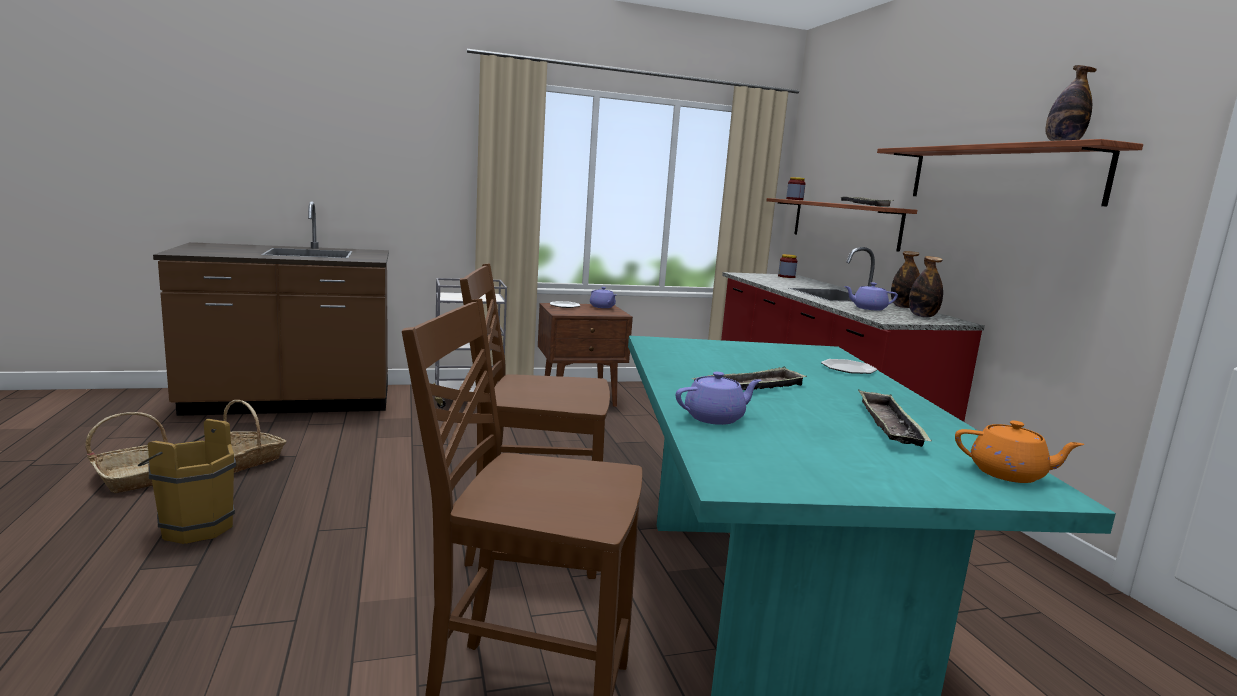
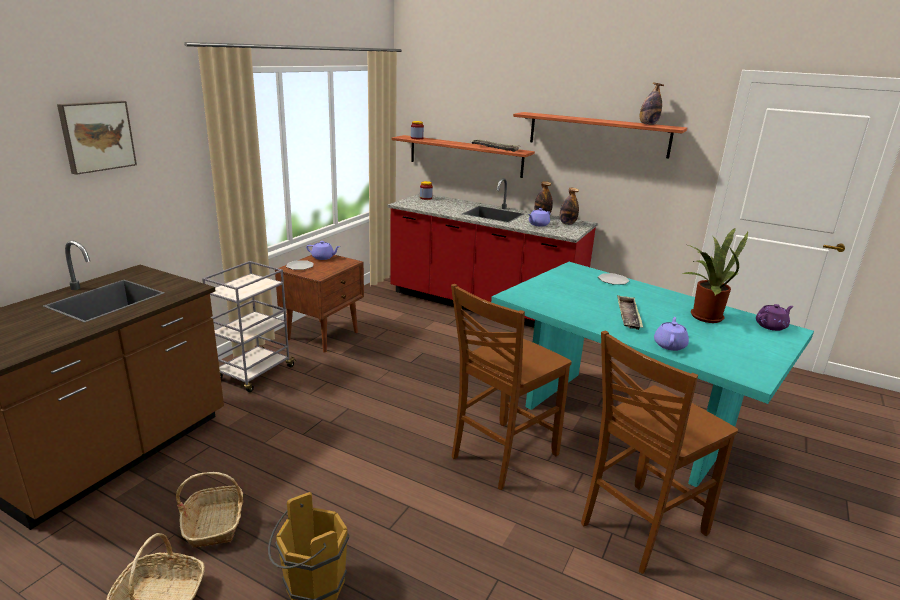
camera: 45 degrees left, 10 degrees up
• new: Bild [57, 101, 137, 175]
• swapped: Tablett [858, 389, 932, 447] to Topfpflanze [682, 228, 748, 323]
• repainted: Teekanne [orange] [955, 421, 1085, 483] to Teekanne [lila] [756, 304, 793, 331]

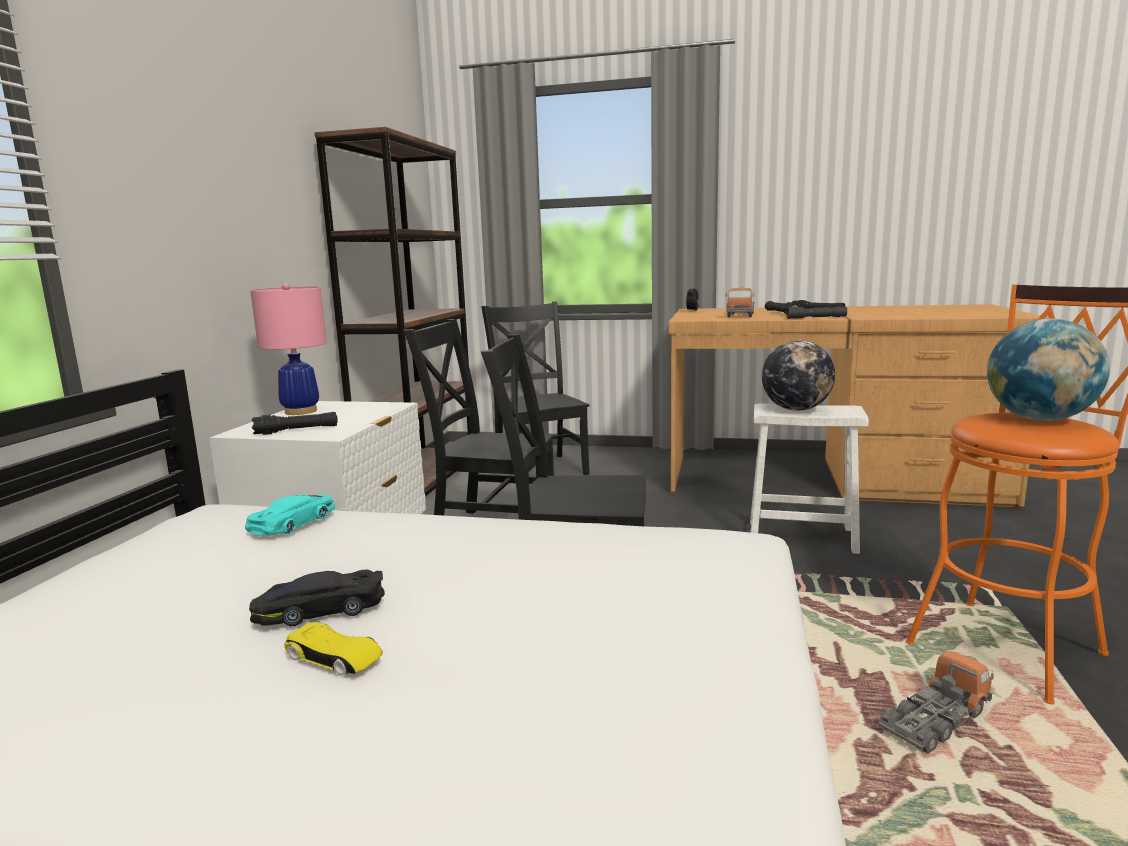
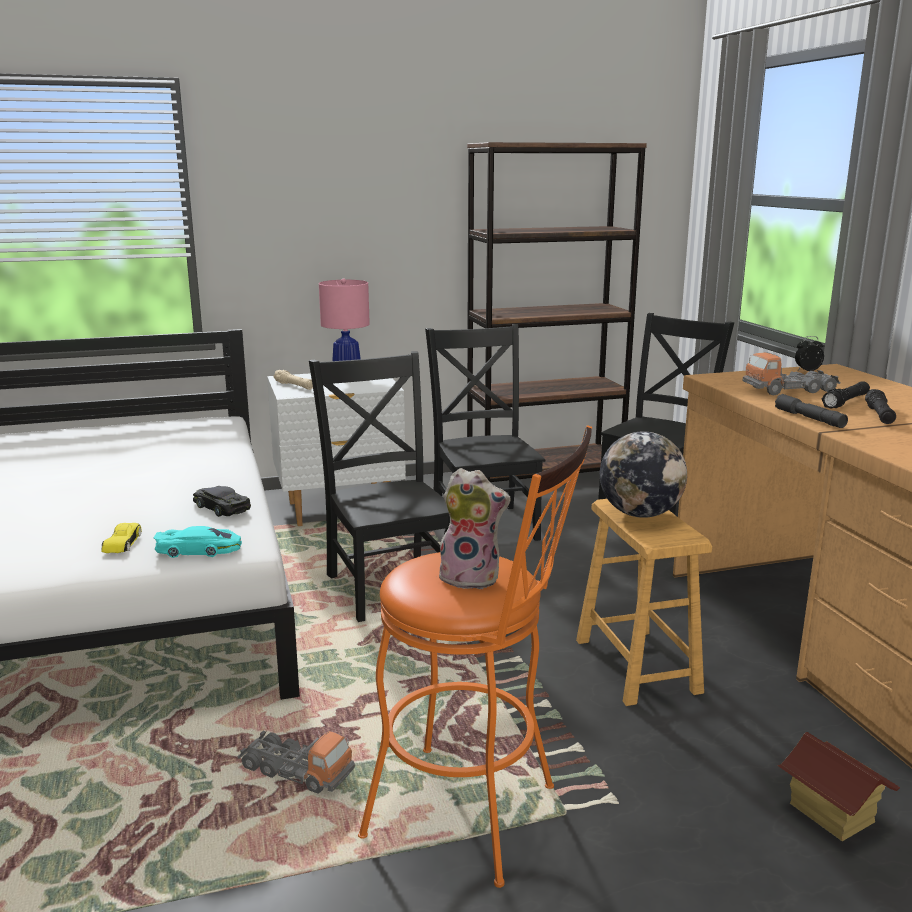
camera: 60 degrees right, 5 degrees up
• shifted: Spielzeugauto [gelb] [284, 622, 383, 675] to [101, 523, 142, 553]
• shifted: Spielzeugauto [türkis] [245, 494, 335, 535] to [153, 526, 242, 558]
• shifted: Spielzeugauto [schwarz] [249, 570, 385, 626] to [193, 486, 251, 517]
• repainted: Taschenlampe [schwarz] [251, 412, 338, 435] to Taschenlampe [beige] [273, 370, 313, 390]
• swapped: Globus [987, 319, 1110, 421] to Plüschtier [439, 468, 511, 589]
• repainted: Hocker [weiß] [750, 403, 869, 554] to Hocker [braun] [576, 499, 712, 706]
• new: Spielzeughaus [778, 732, 900, 841]

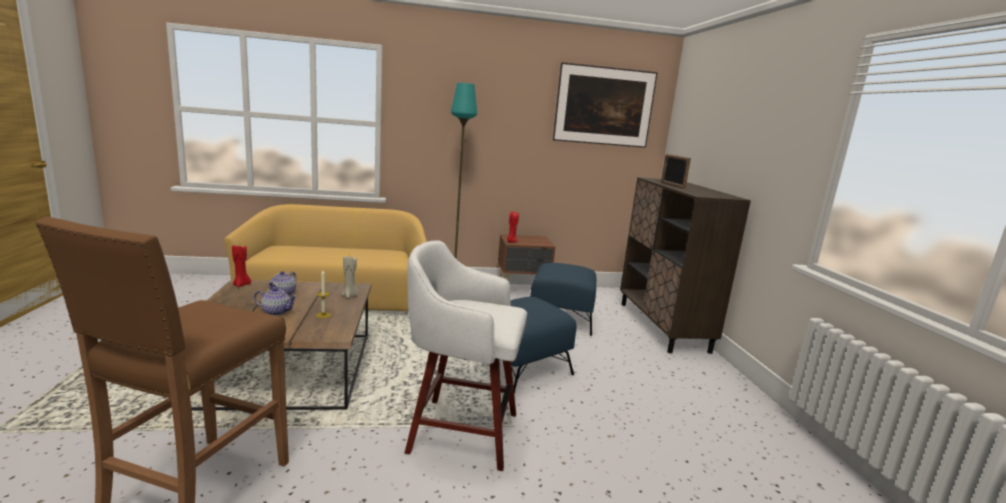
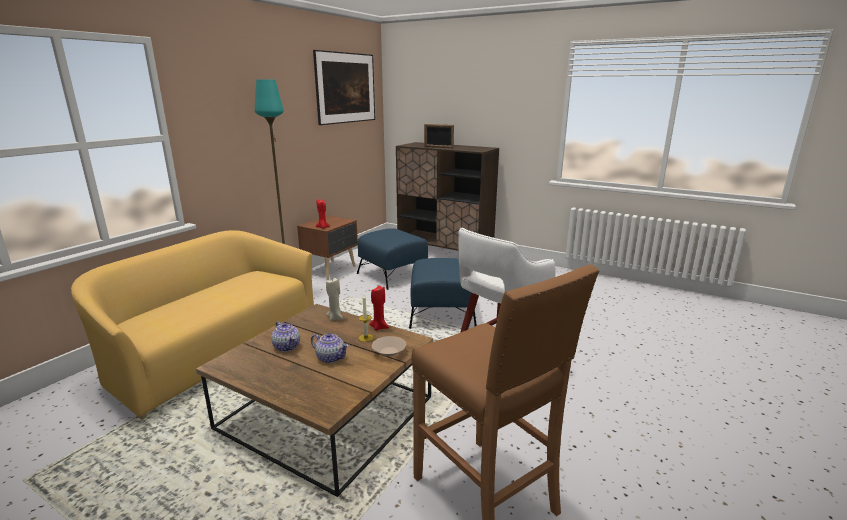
camera: 50 degrees left, 5 degrees up
• rotated: Teekanne [254, 287, 297, 316] = [311, 333, 349, 363] 75 degrees clockwise
• shifted: Kerze [rot] [232, 245, 251, 287] to [369, 286, 389, 331]
• new: Schüssel [beige] [372, 336, 406, 357]

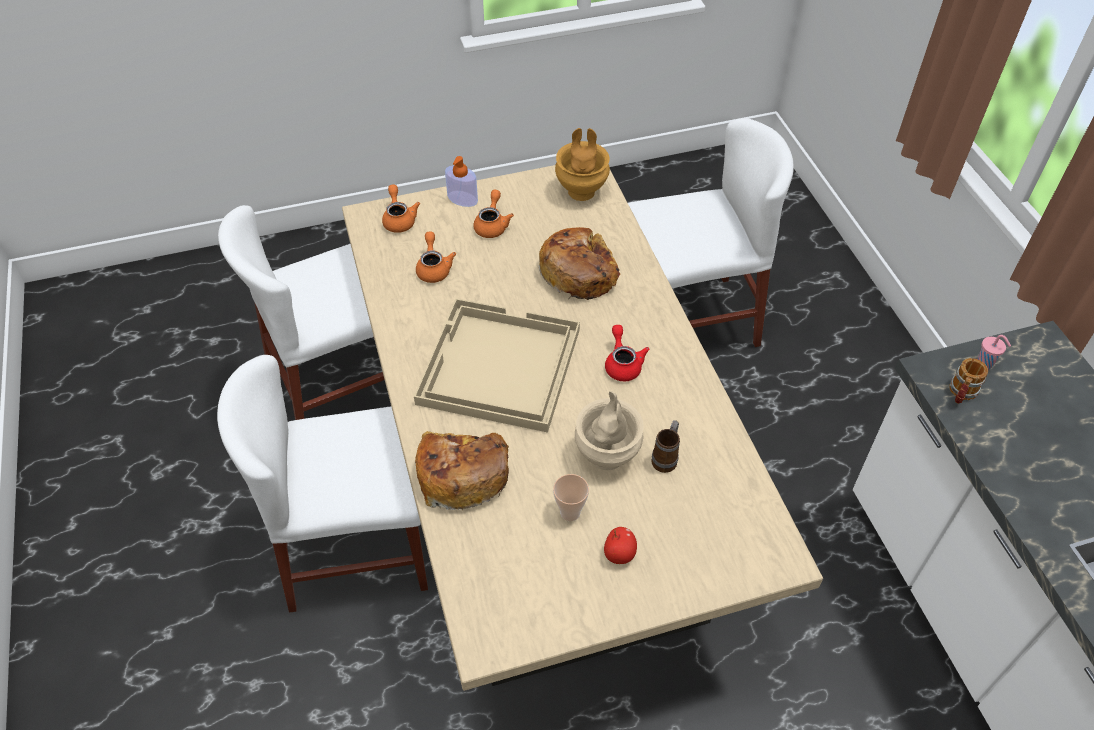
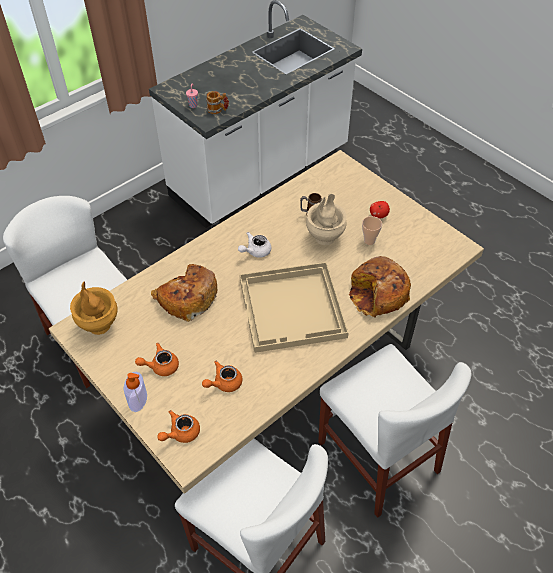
camera: 115 degrees left, 0 degrees up
• repainted: Teekanne [rot] [605, 325, 650, 381] to Teekanne [weiß] [238, 232, 271, 258]

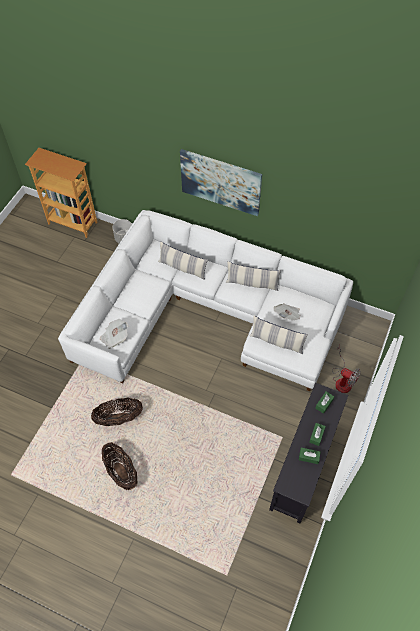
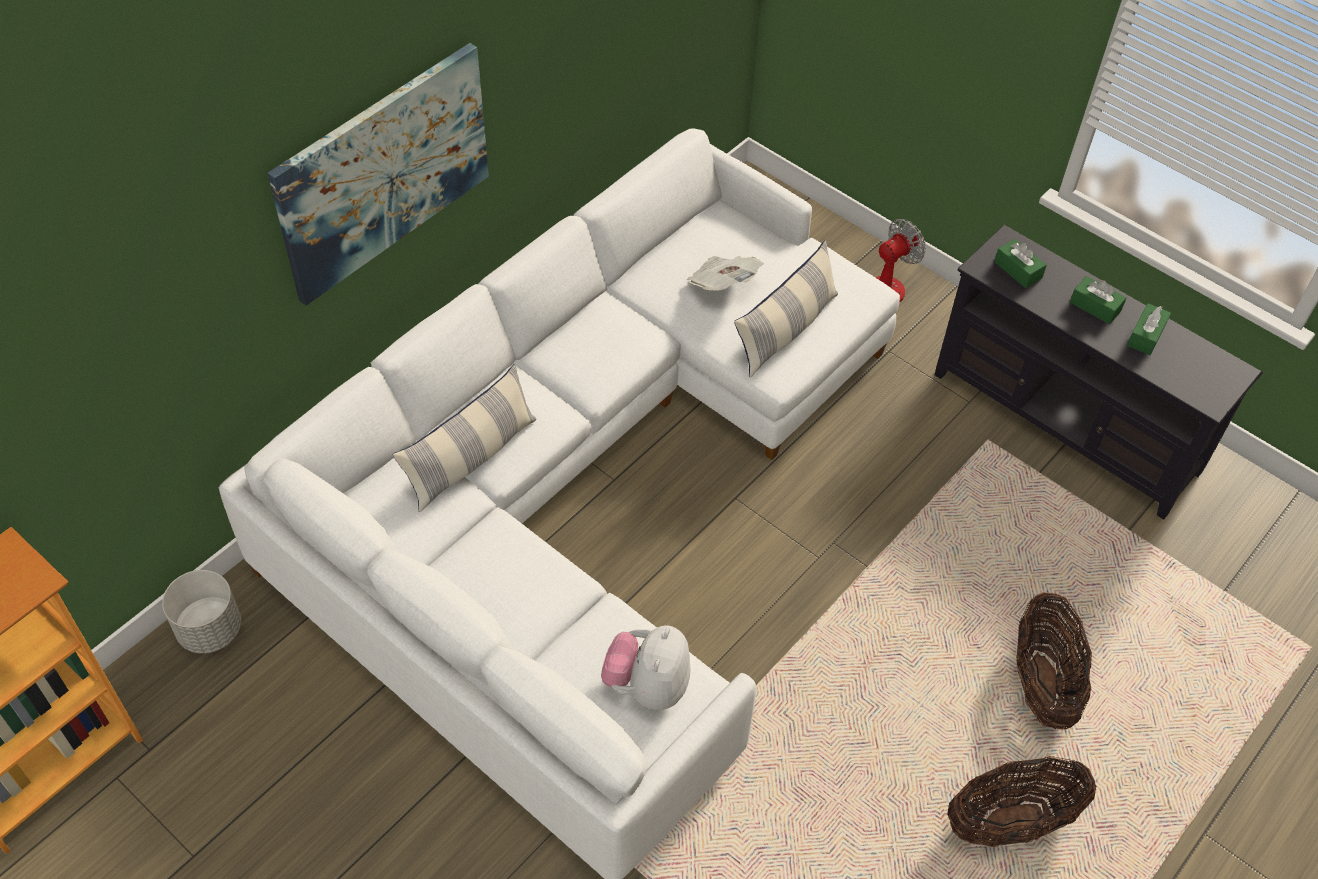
camera: 75 degrees left, 5 degrees down
• swapped: Zeitung [100, 319, 128, 349] to Plüschtier [601, 625, 690, 710]
• shifted: Korb [91, 397, 143, 426] to [1016, 592, 1092, 729]
• gone: Kissen [226, 261, 281, 291]

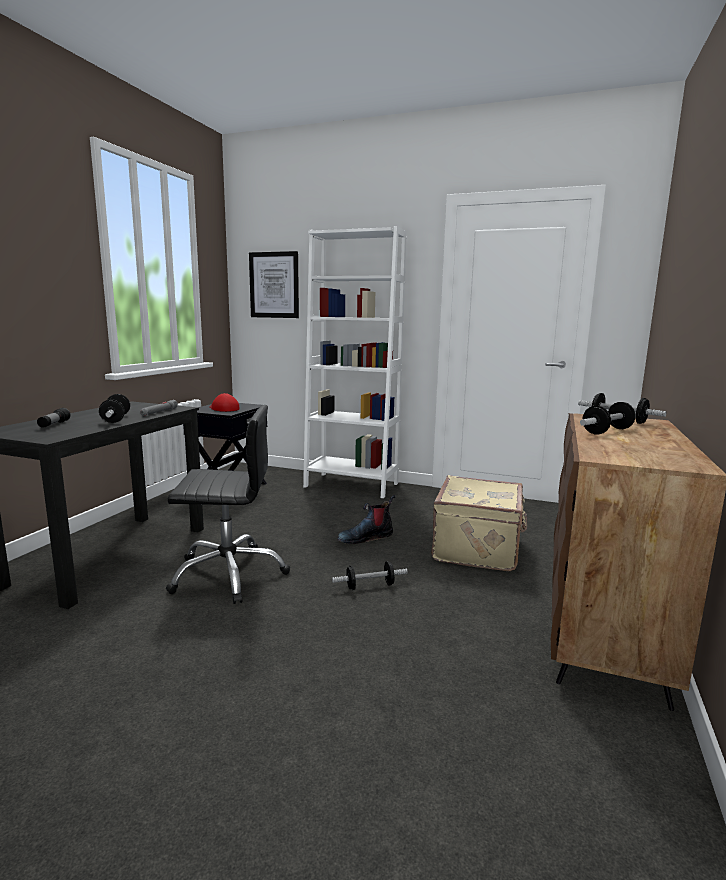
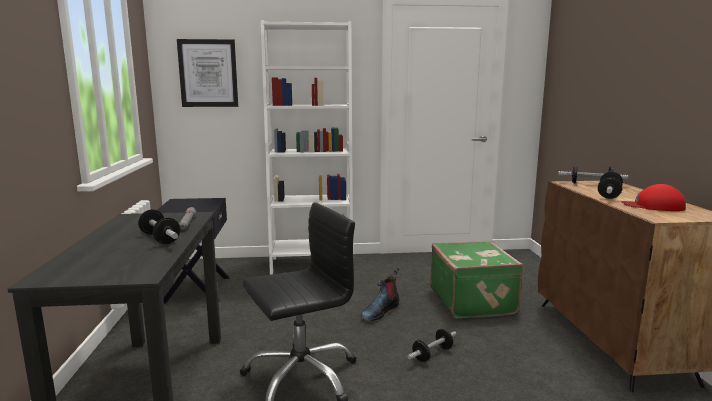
camera: 25 degrees left, 0 degrees up
• repainted: Koffer [beige] [431, 475, 527, 571] to Koffer [grün] [430, 241, 524, 319]
• shifted: Kappe [rot] [209, 393, 239, 412] to [621, 184, 686, 211]
• gone: Taschenlampe [37, 408, 71, 428]

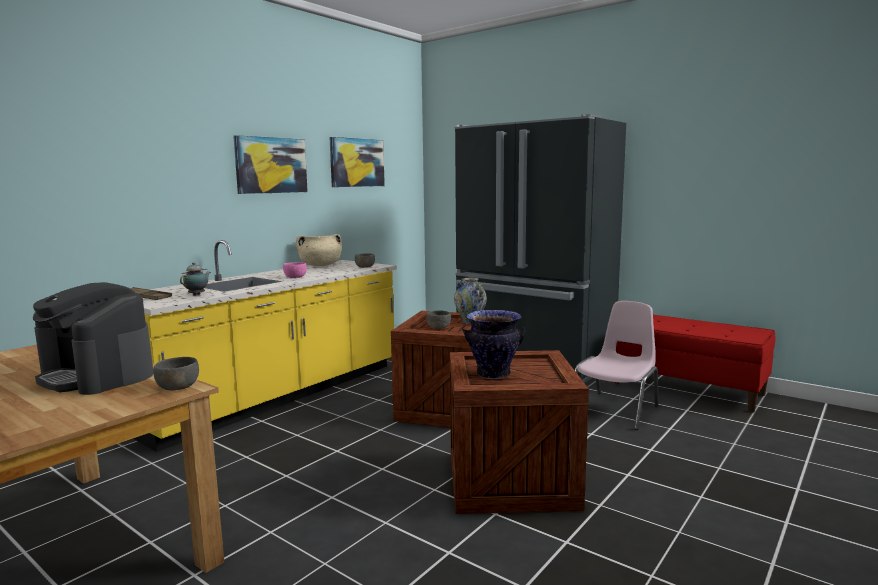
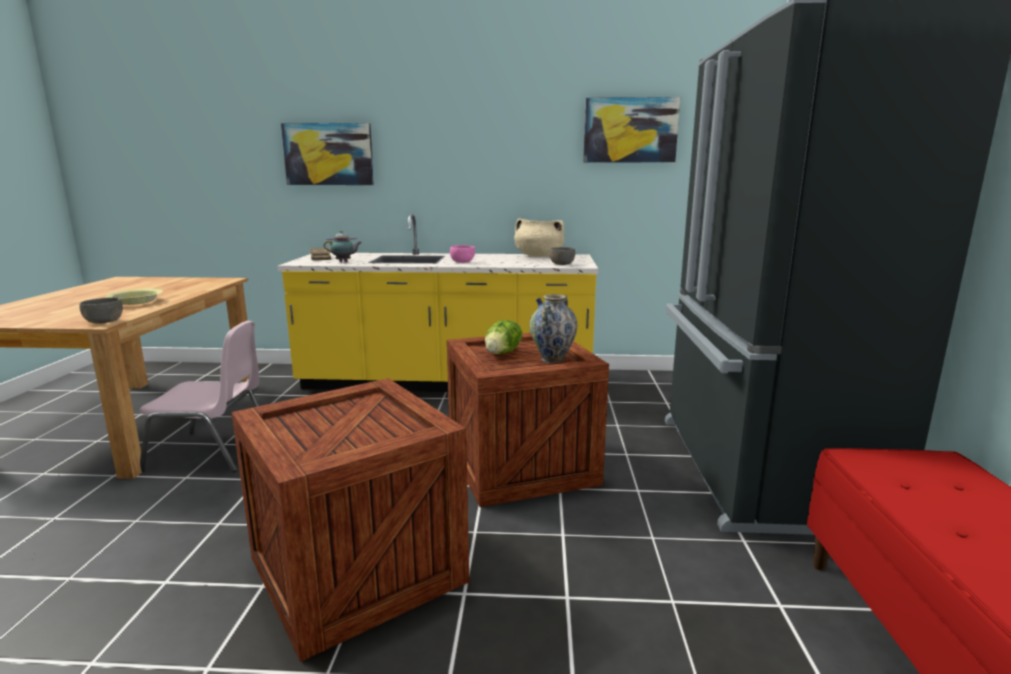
camera: 55 degrees right, 5 degrees up
• swapped: Kaffeemaschine [33, 282, 154, 395] to Schüssel [gelb] [106, 289, 163, 305]
• shifted: Stuhl [rosa] [575, 301, 659, 430] to [139, 321, 259, 472]
• shifted: Bild [233, 135, 308, 194] to [281, 123, 374, 185]
• swapped: Schüssel [grau] [426, 310, 451, 329] to Salatkopf [485, 320, 522, 354]
• gone: Vase [462, 310, 525, 379]

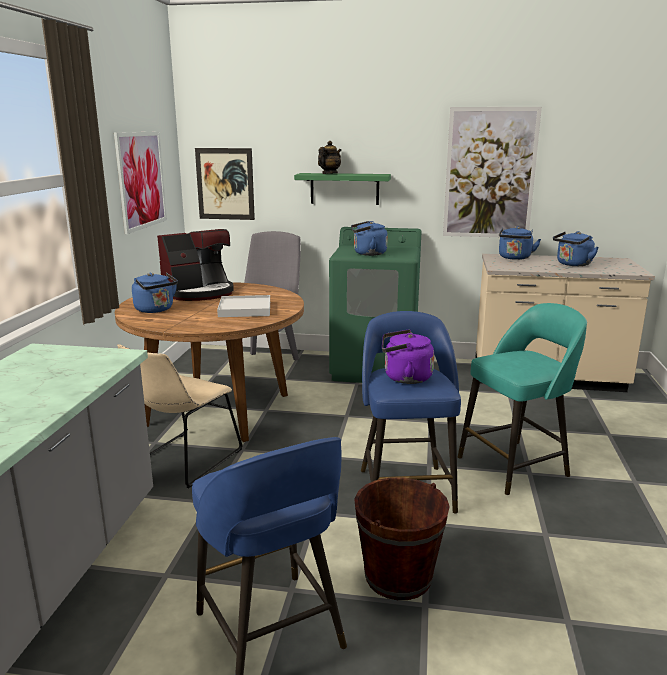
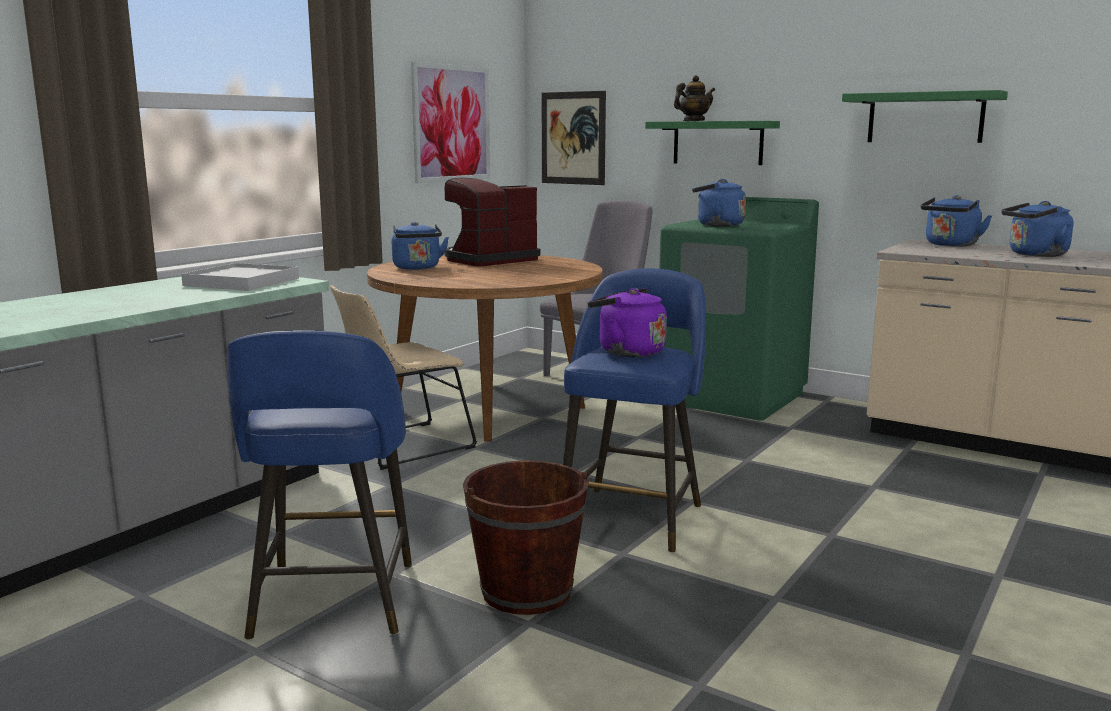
camera: 25 degrees right, 5 degrees down
• shifted: Tablett [weiß] [217, 295, 270, 317] to [181, 263, 299, 291]
• rotated: Kaffeemaschine [157, 229, 234, 301] = [444, 178, 540, 266] 150 degrees clockwise
• swapped: Bild [443, 107, 542, 237] to Wandregal [grün] [842, 90, 1008, 143]
• gone: Hocker [türkis] [458, 303, 587, 495]

